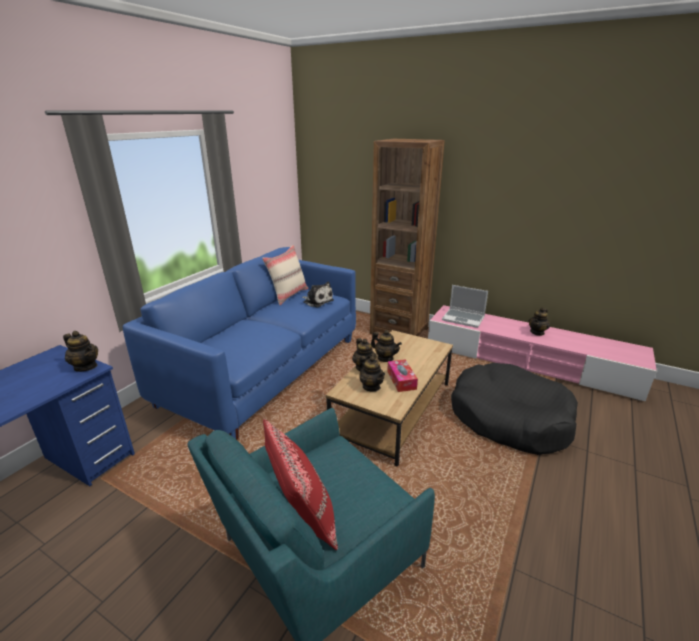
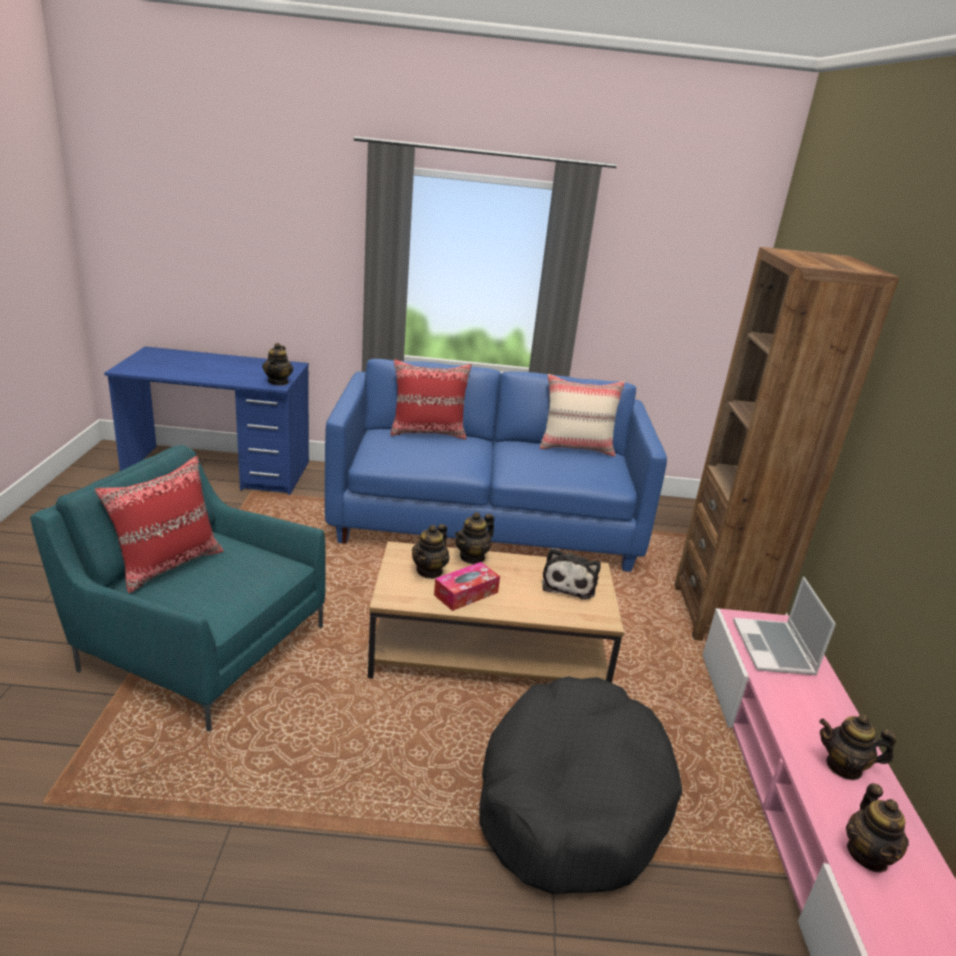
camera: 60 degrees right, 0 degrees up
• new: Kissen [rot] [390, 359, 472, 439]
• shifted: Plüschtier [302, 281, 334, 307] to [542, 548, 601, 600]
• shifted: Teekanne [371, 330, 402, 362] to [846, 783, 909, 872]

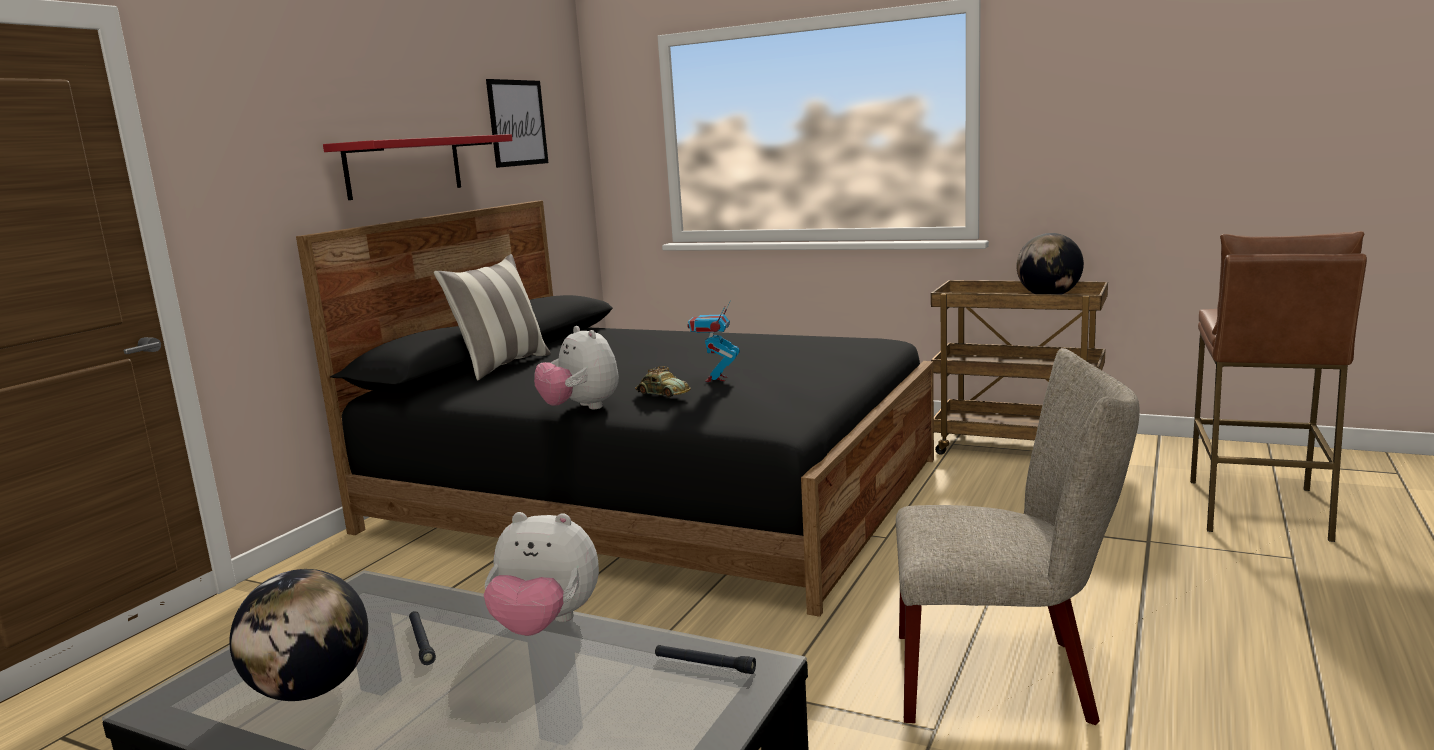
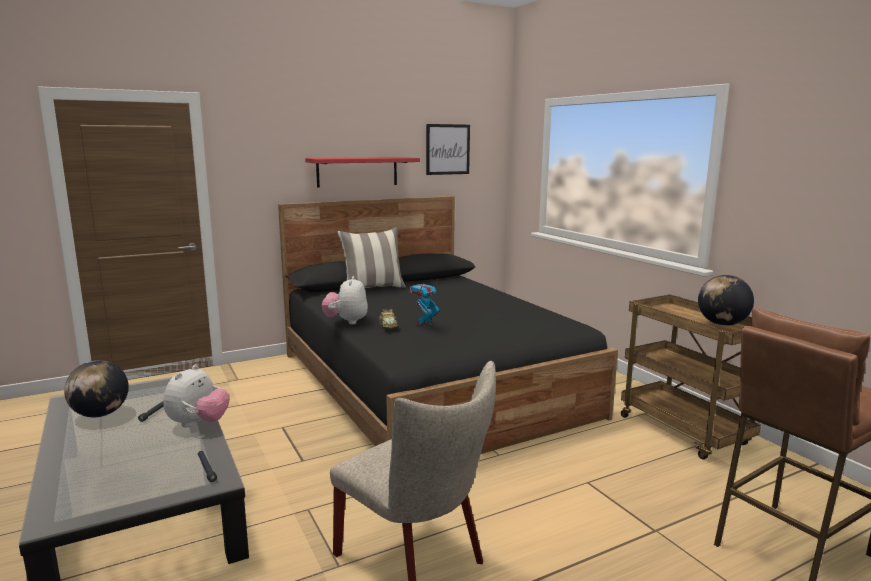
camera: 35 degrees right, 0 degrees up
• rotated: Plüschtier [483, 512, 599, 636] = [163, 364, 230, 428] 120 degrees counterclockwise

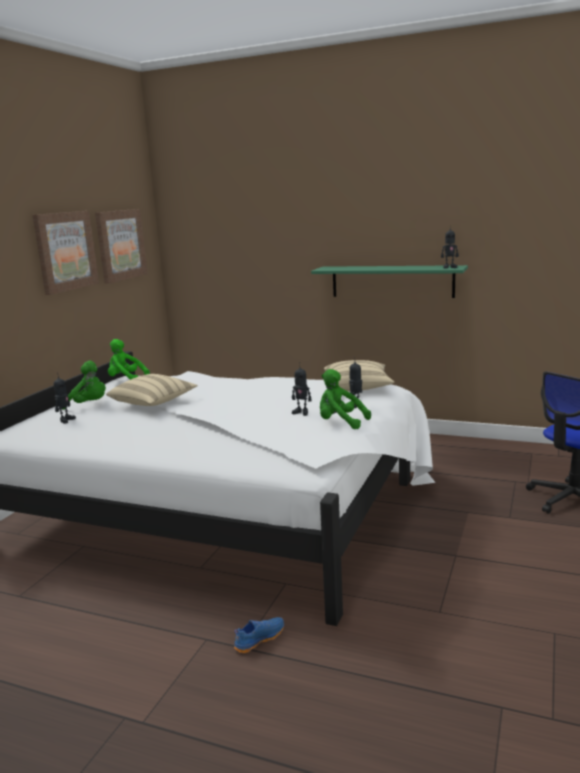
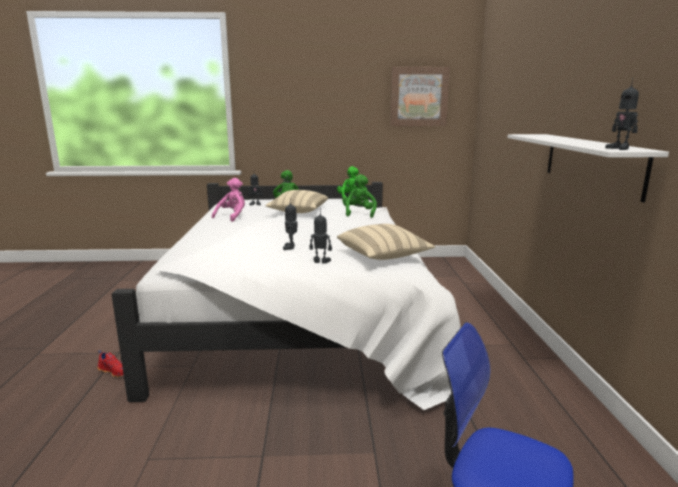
camera: 65 degrees right, 0 degrees up
• repainted: Schuh [blau] [234, 617, 284, 653] to Schuh [rot] [97, 350, 124, 378]
• new: Plüschtier [rosa] [212, 178, 245, 222]
• shifted: Plüschtier [grün] [320, 369, 371, 429] to [342, 174, 377, 218]
• repainted: Wandregal [grün] [311, 265, 468, 298] to Wandregal [weiß] [507, 134, 669, 202]
• gone: Bild [33, 211, 99, 295]

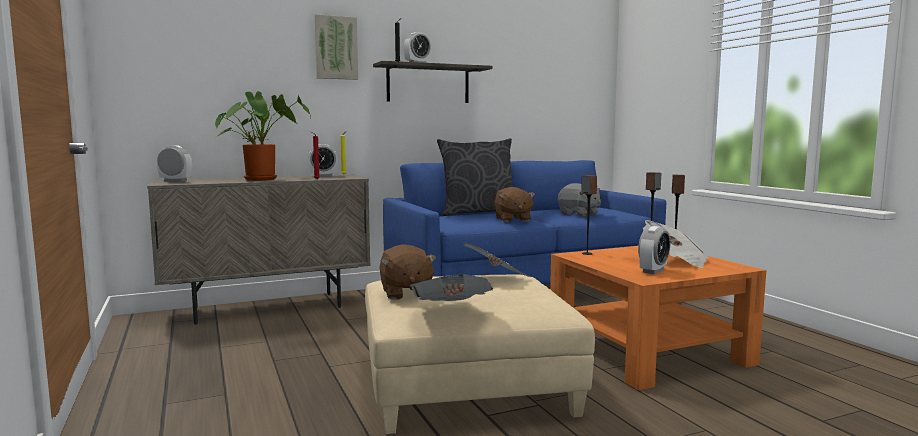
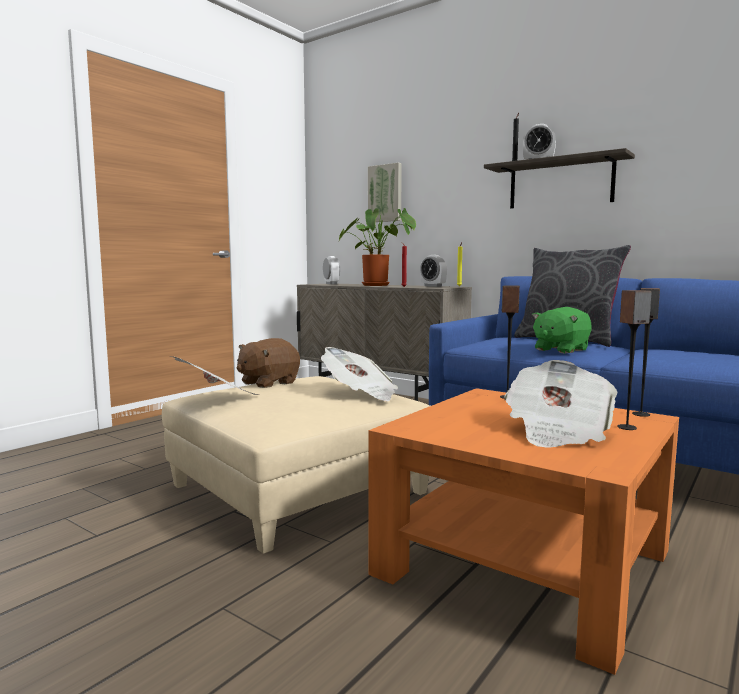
camera: 60 degrees right, 0 degrees up
• shifted: Bild [315, 15, 358, 80] to [368, 163, 402, 222]
• repainted: Plüschtier [braun] [494, 187, 535, 222] to Plüschtier [grün] [532, 307, 592, 354]
• gone: Plüschtier [grau] [558, 183, 601, 217]
• gone: Wecker [638, 226, 670, 274]

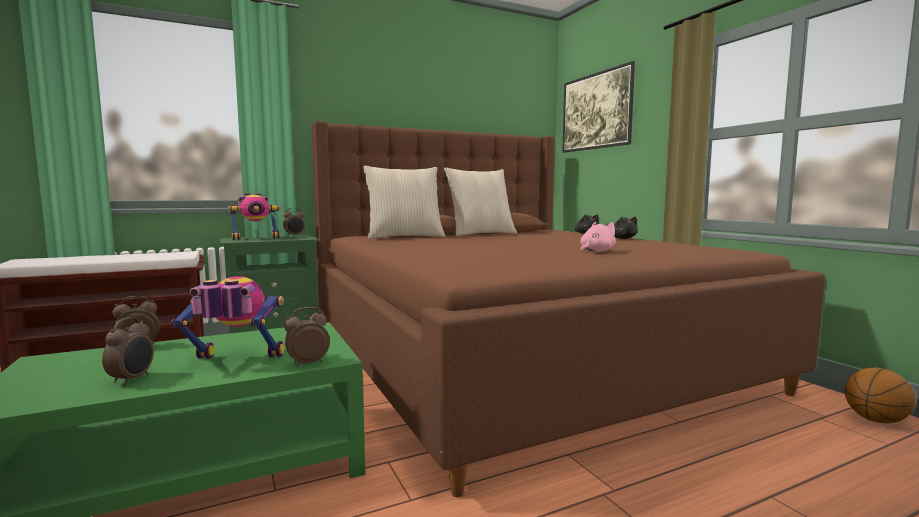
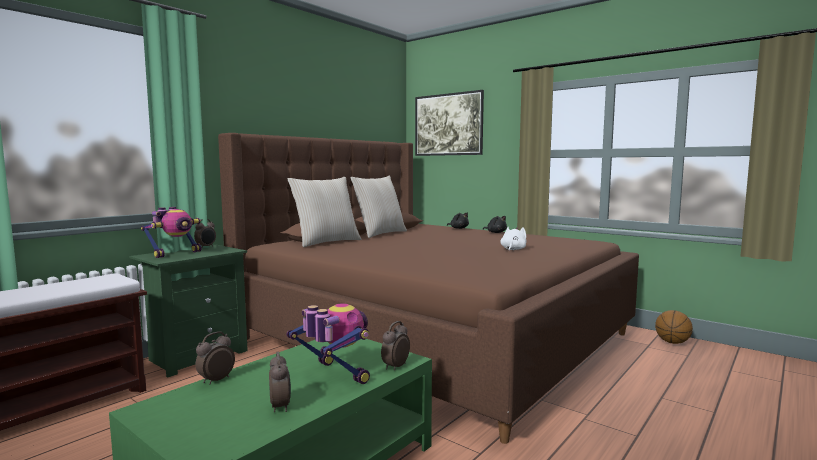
camera: 25 degrees left, 0 degrees up
• rotated: Spielzeugroboter [171, 276, 284, 359] = [287, 303, 370, 384] 75 degrees clockwise
• repainted: Plüschtier [rosa] [581, 222, 616, 252] to Plüschtier [weiß] [500, 227, 527, 251]

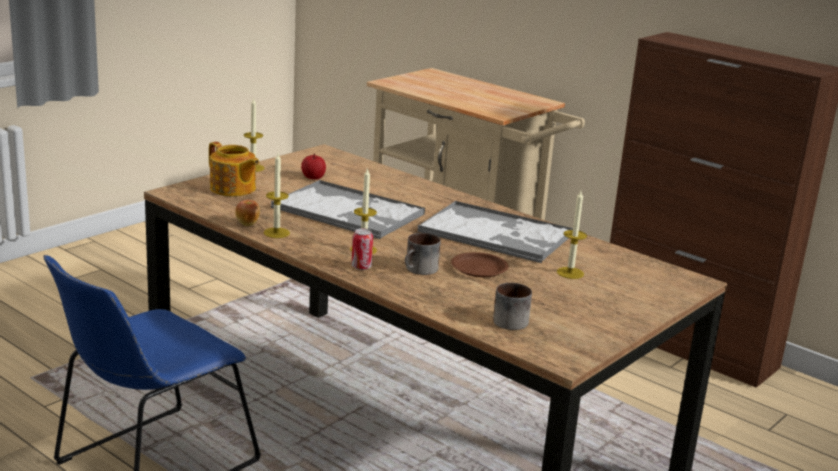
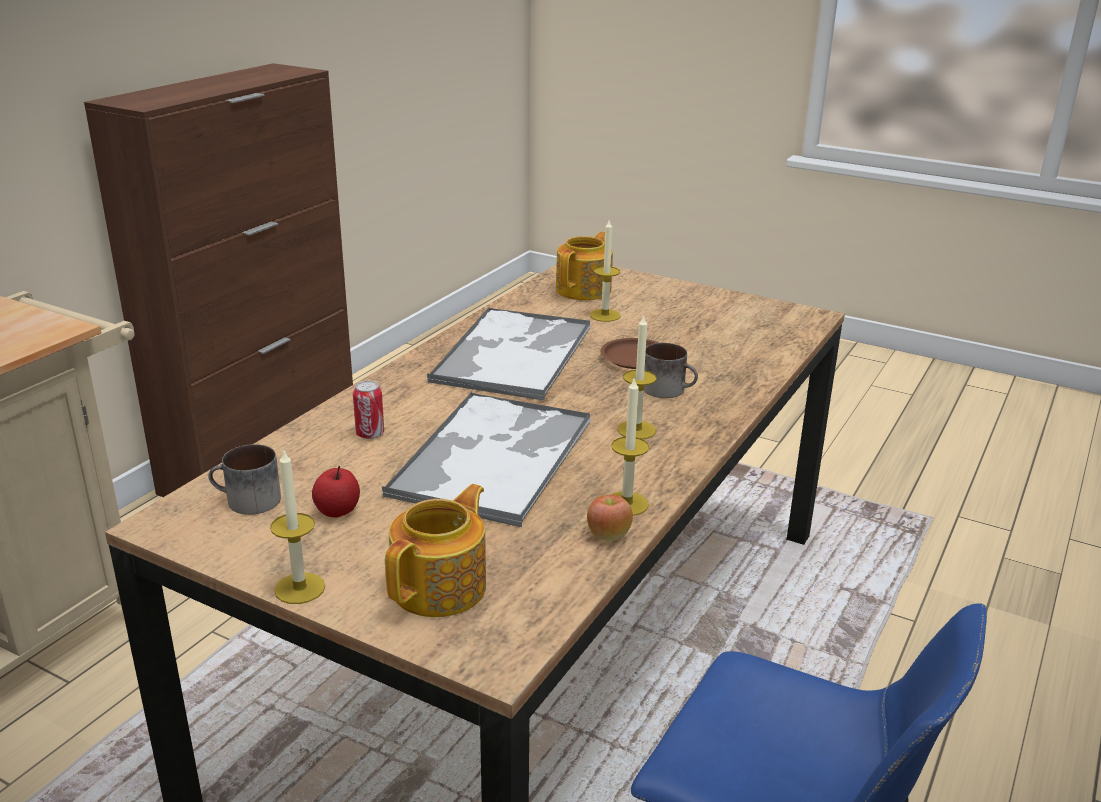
camera: 100 degrees left, 5 degrees up
• shifted: Henkelbecher [493, 283, 532, 330] to [208, 444, 281, 515]
• shifted: Dose [352, 228, 373, 270] to [353, 381, 384, 439]
• new: Teekanne [556, 232, 613, 300]

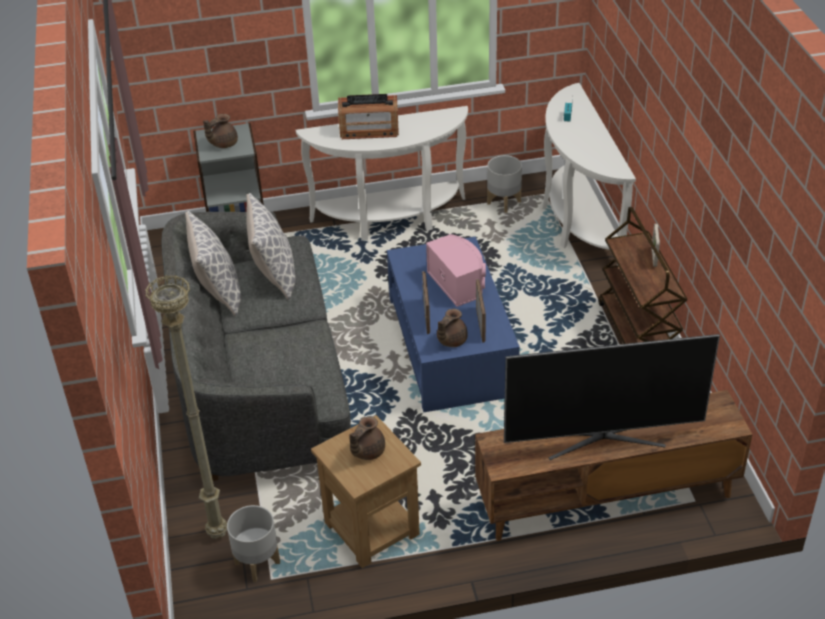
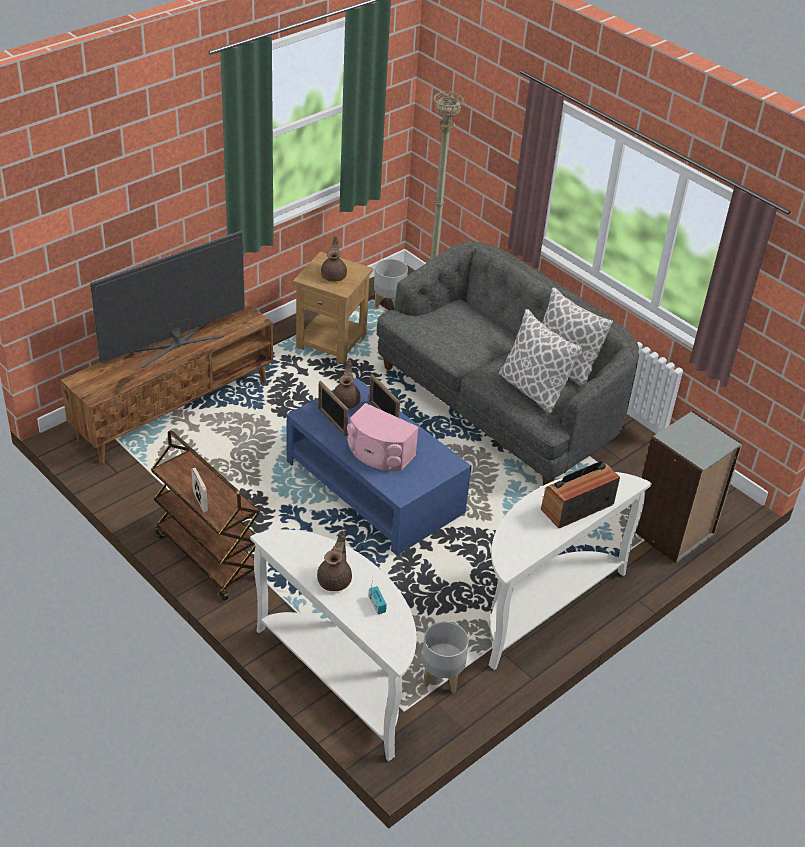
camera: 145 degrees right, 0 degrees up
• shifted: Teekanne [braun] [203, 114, 238, 148] to [317, 531, 352, 591]

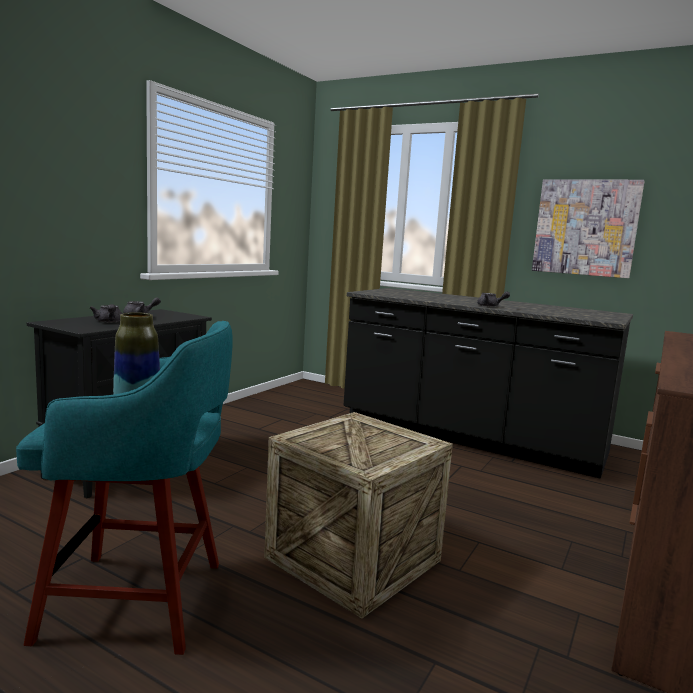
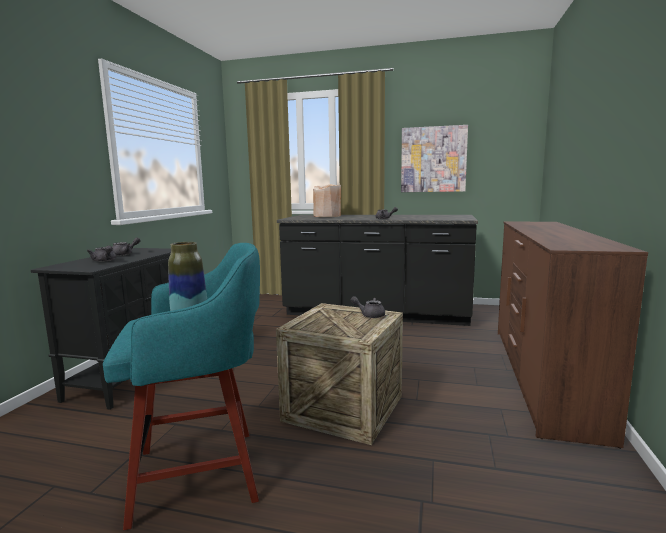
camera: 15 degrees left, 0 degrees up
• new: Vase [beige] [313, 184, 341, 217]
• new: Teekanne [grau] [351, 296, 385, 318]

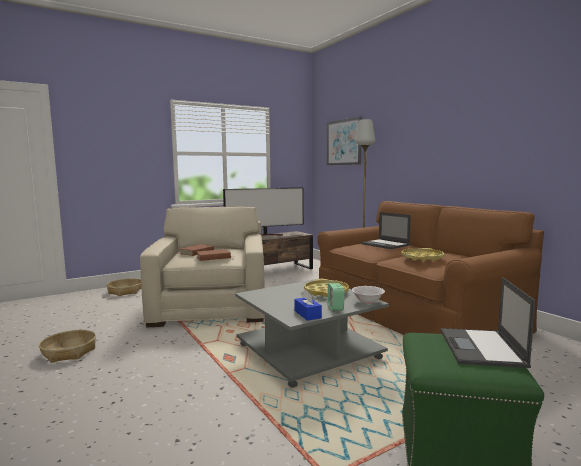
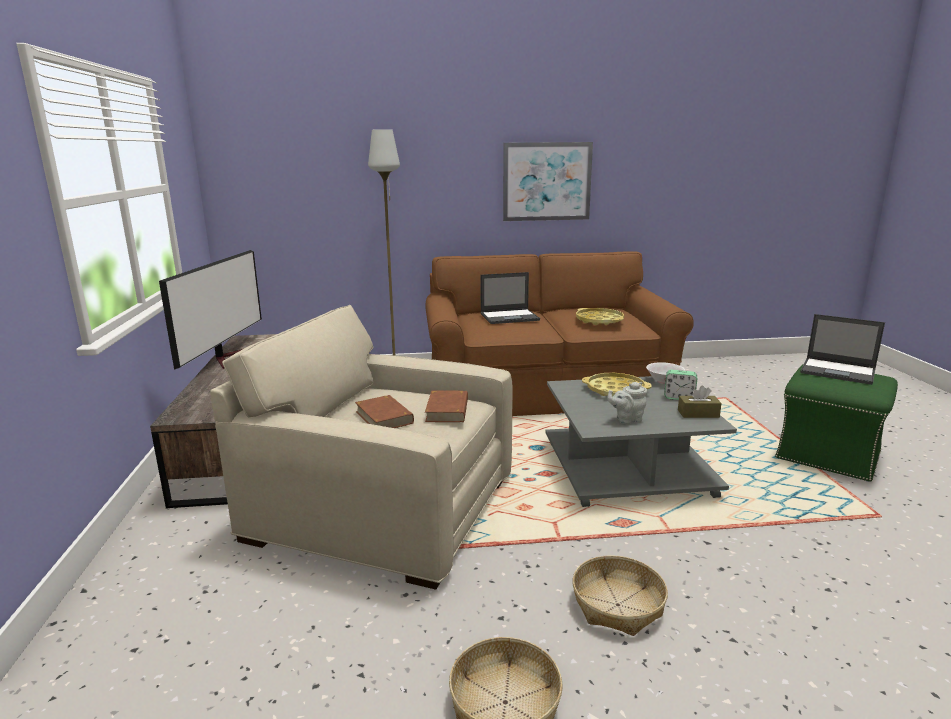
camera: 65 degrees left, 10 degrees up
• shifted: Bild [327, 116, 362, 166] to [503, 142, 593, 221]
• shifted: Korb [106, 278, 141, 296] to [572, 555, 668, 636]
• new: Teekanne [grau] [607, 382, 647, 424]
• repainted: Taschentuchbox [blau] [294, 290, 322, 321] to Taschentuchbox [braun] [678, 385, 722, 418]

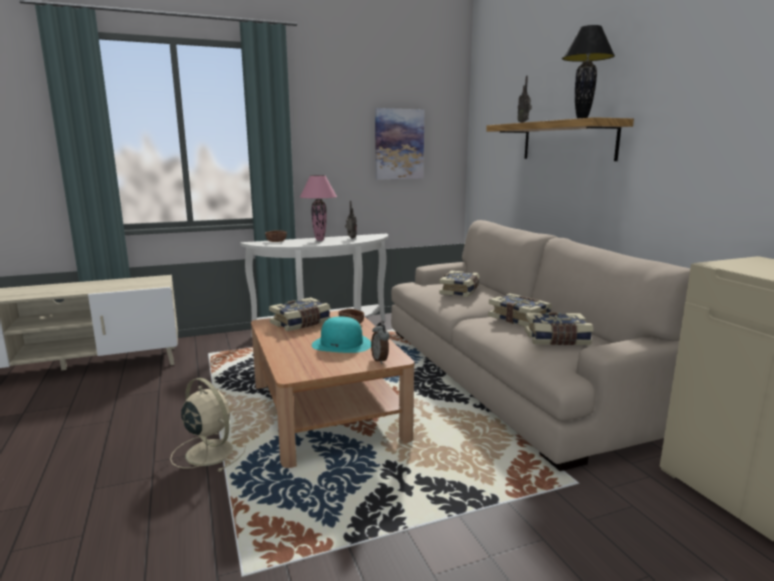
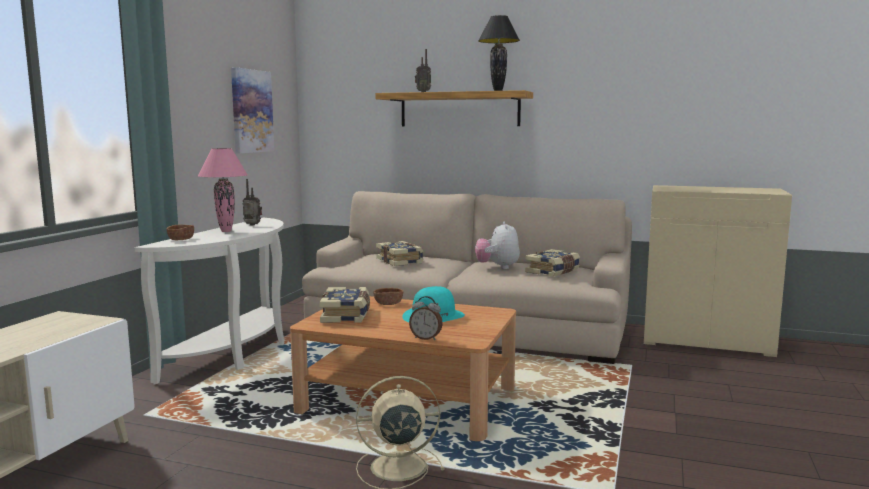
camera: 50 degrees left, 5 degrees down
• shifted: Wecker [371, 322, 390, 364] to [409, 296, 443, 340]
• swapped: Buch [488, 293, 552, 327] to Plüschtier [475, 222, 520, 269]

